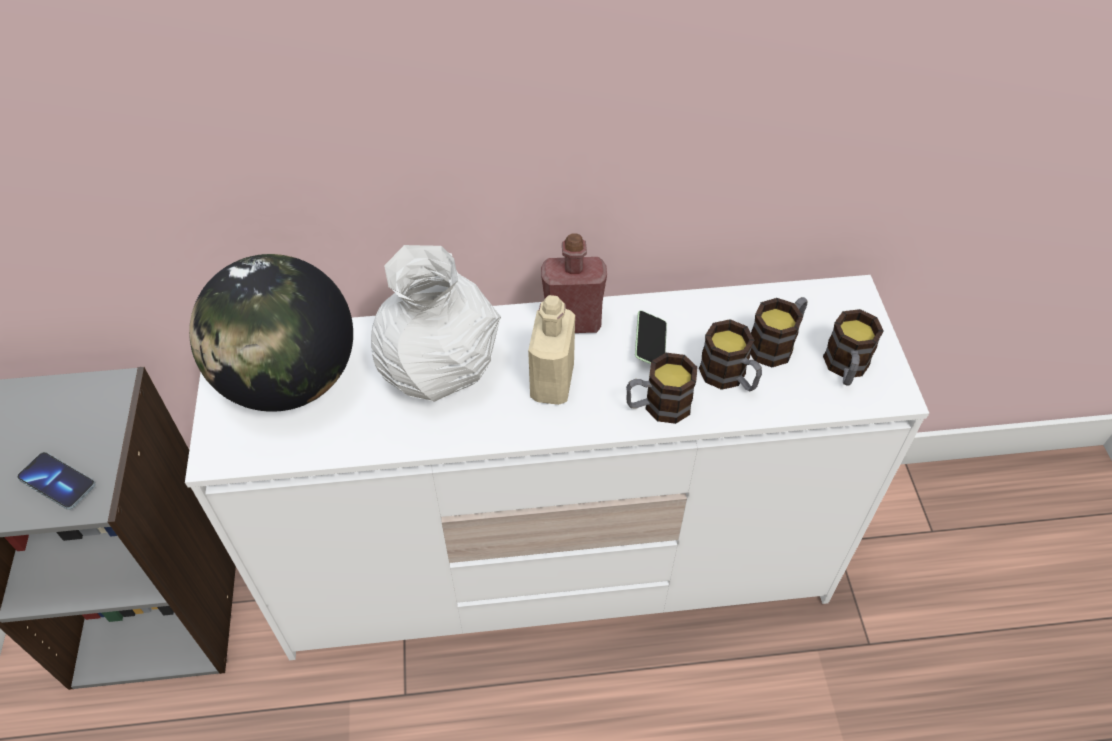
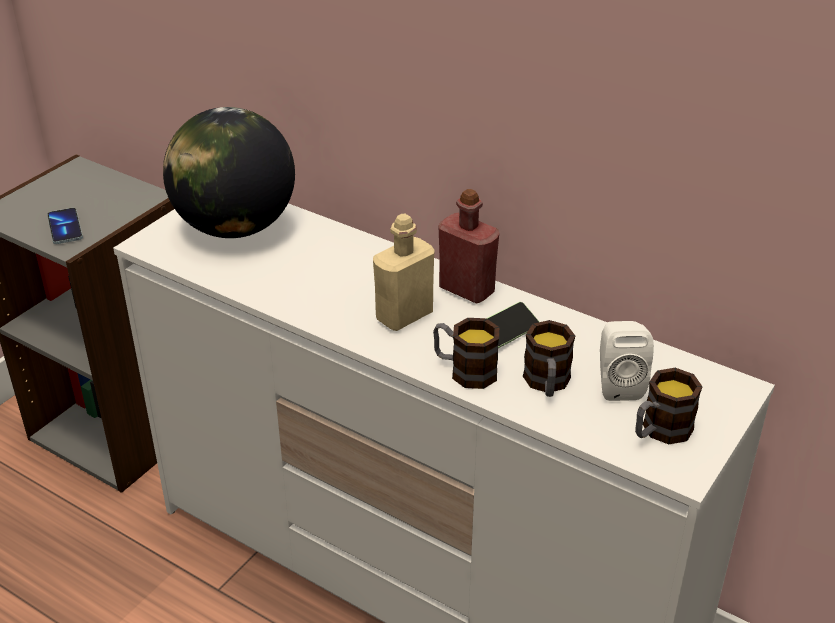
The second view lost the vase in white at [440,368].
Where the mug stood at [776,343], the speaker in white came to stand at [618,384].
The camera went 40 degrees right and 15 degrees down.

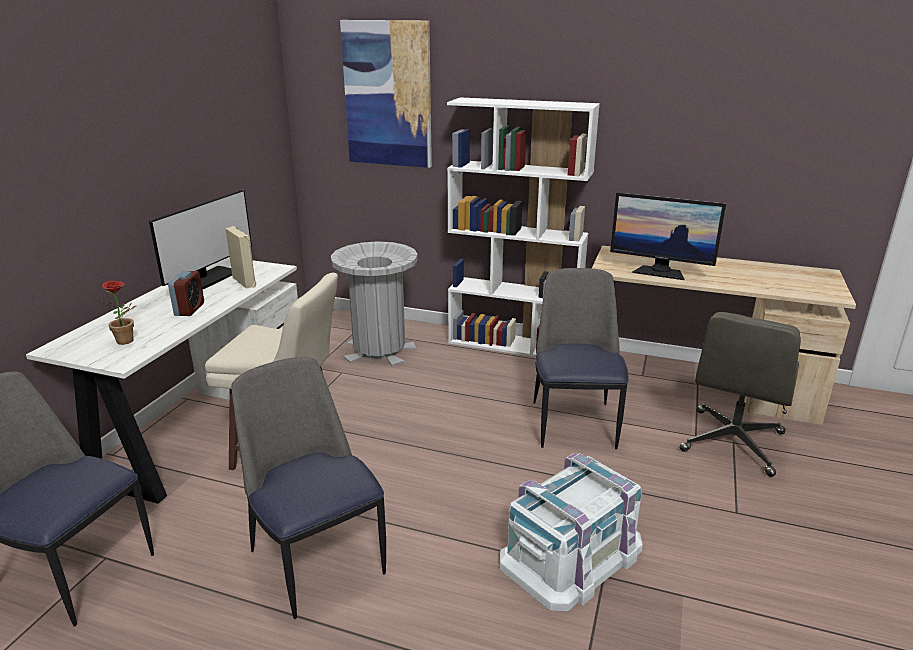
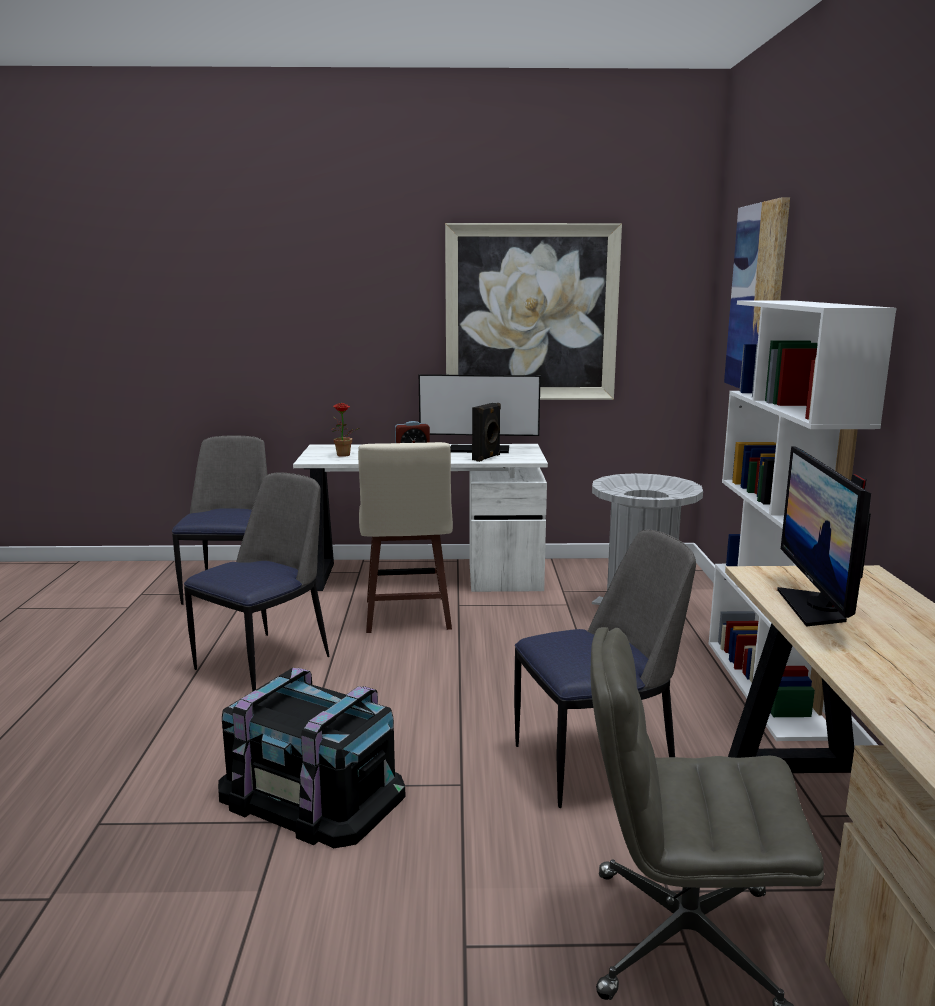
What was the speaker in beige at [245,282] turned into the speaker in black at [487,457].
What was the storage box in white at [570,554] turned into the storage box in black at [312,793].
The second view gained the picture at [531,313].
The camera went 70 degrees right and 10 degrees down.

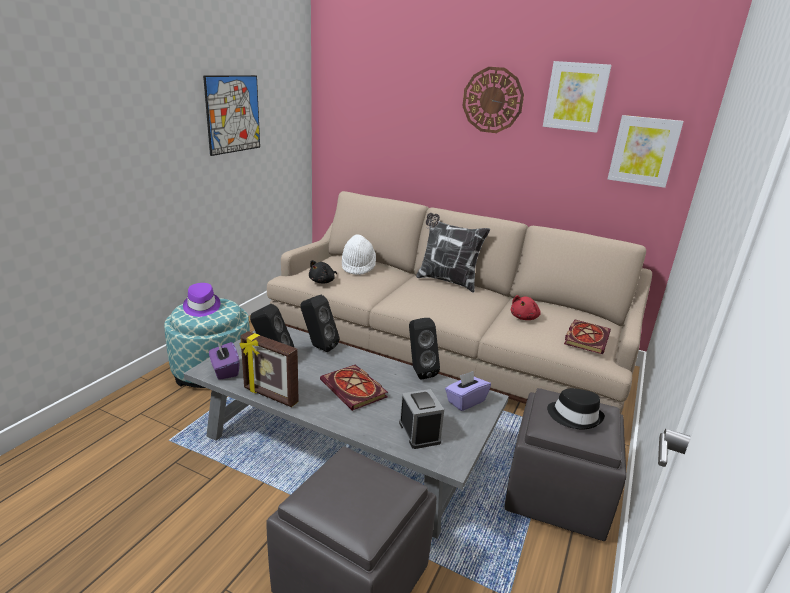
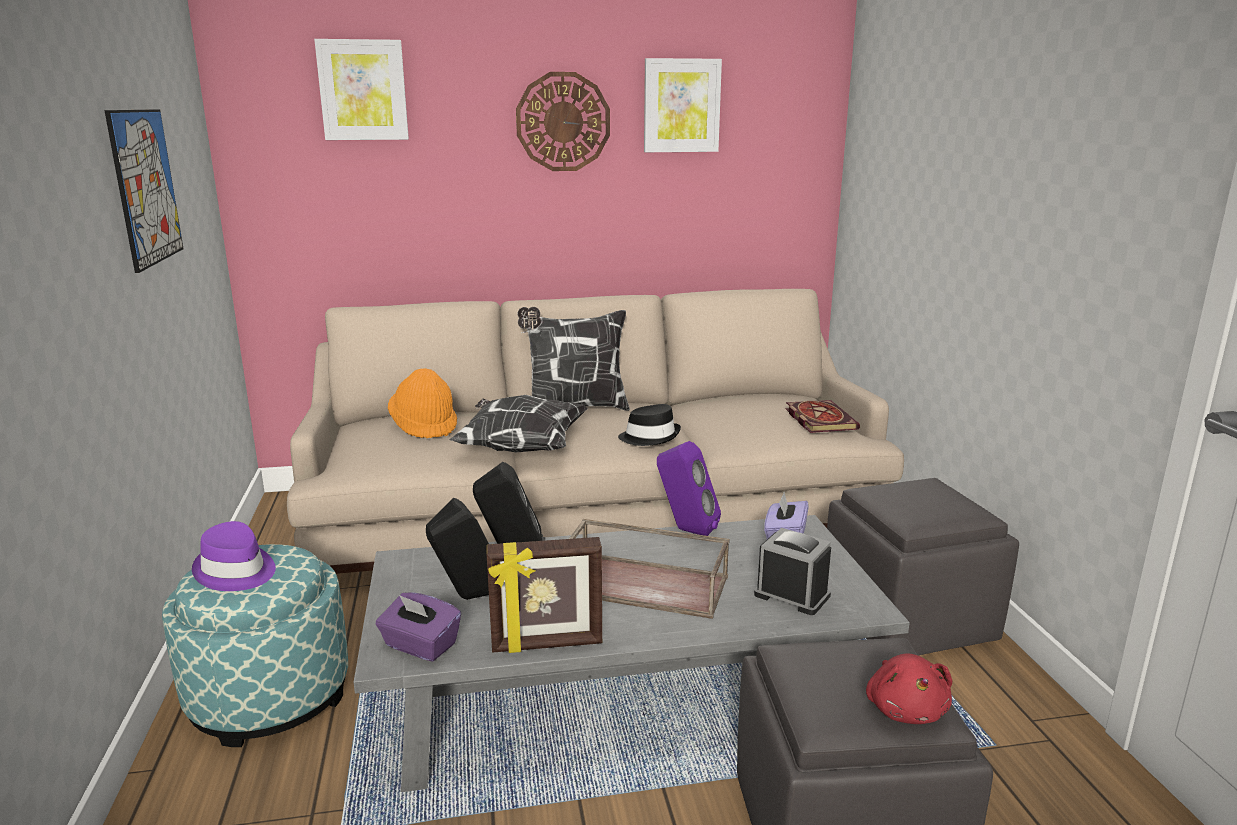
The second view lost the plush toy in black at [323,281].
Where the book stood at [355,389], the tray in brown came to stand at [646,584].
What was the hat in white at [358,267] turned into the hat in orange at [425,426].
What was the speaker in black at [419,371] turned into the speaker in purple at [685,530].
The plush toy in red ended up elsewhere, having gone from [524,317] to [905,709].
The hat in black ended up elsewhere, having gone from [574,416] to [650,437].
The picture ended up elsewhere, having gone from [643,151] to [363,90].
The second view gained the pillow at [520,448].
The camera went 35 degrees left and 5 degrees down.

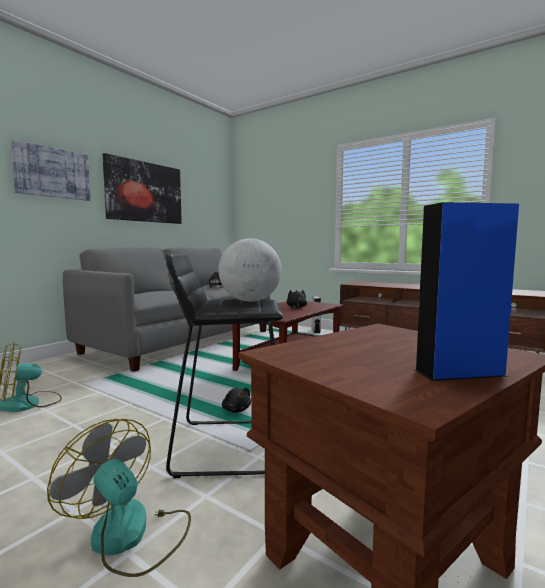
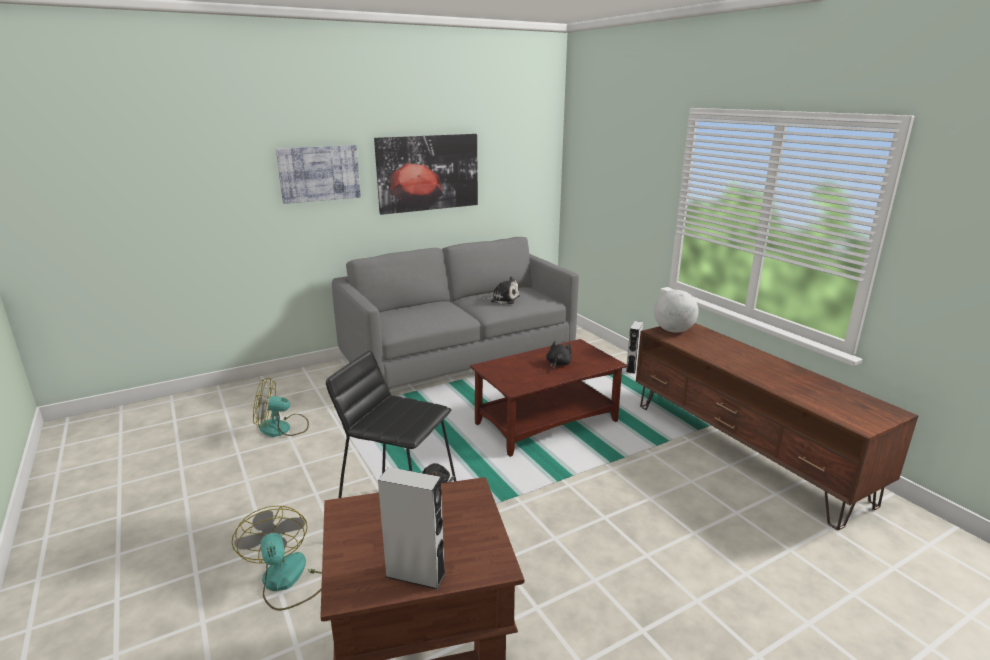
The globe ended up elsewhere, having gone from [250,301] to [673,330].
What was the speaker in blue at [459,373] turned into the speaker in grey at [415,574].
The camera went 25 degrees right and 15 degrees up.

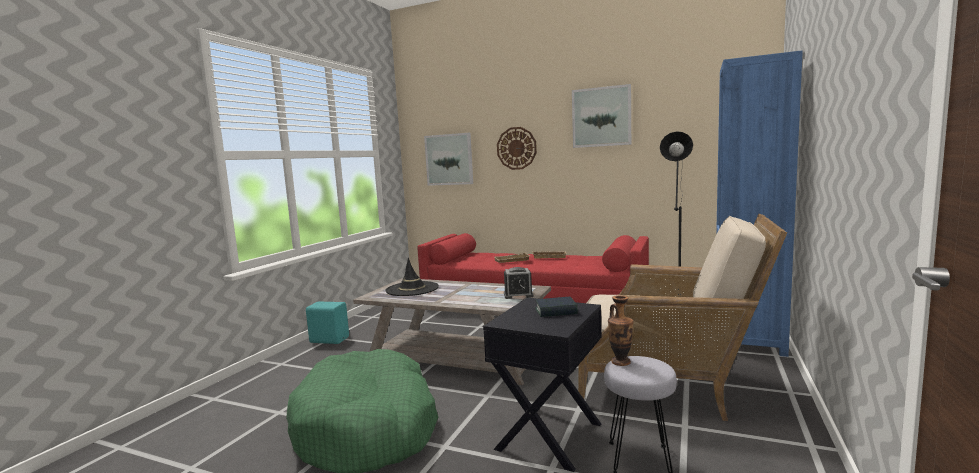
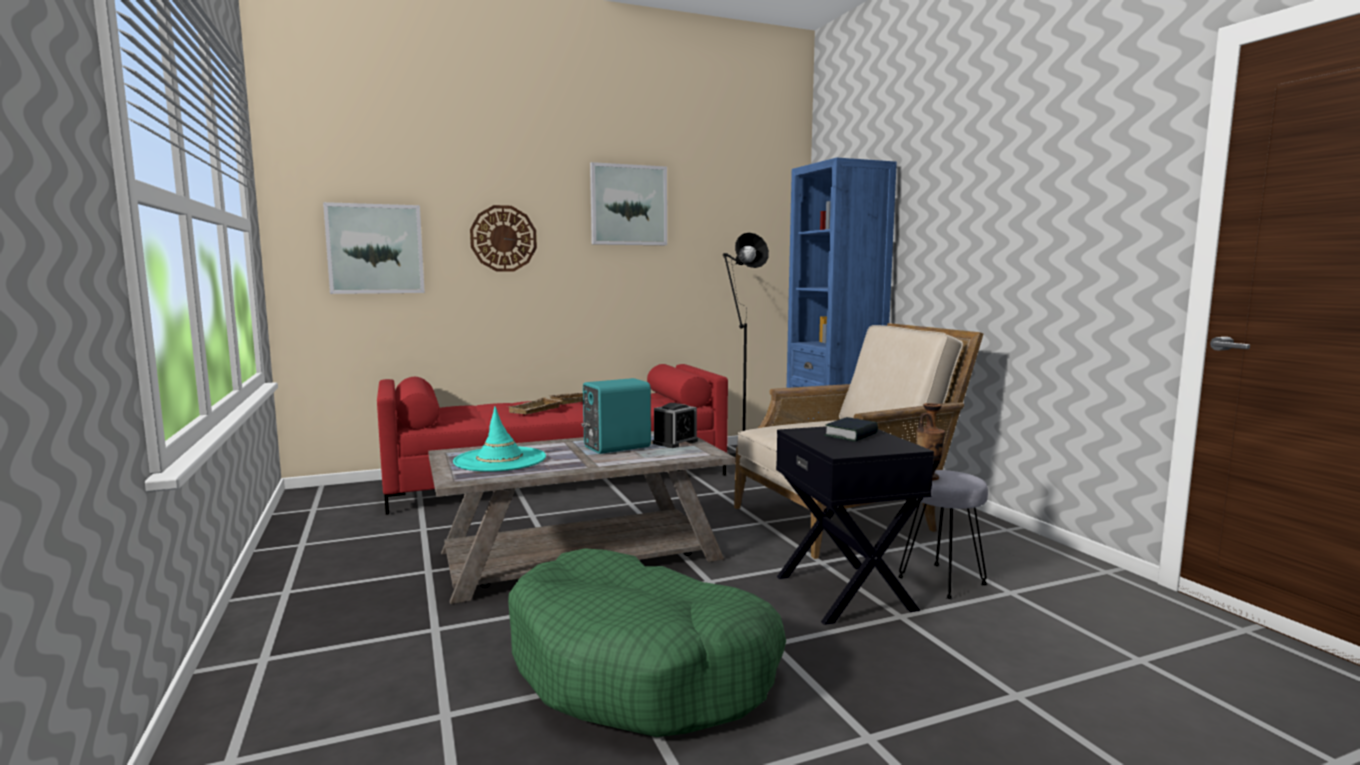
The speaker in turquoise ended up elsewhere, having gone from [329,340] to [615,447].
What was the hat in black at [412,289] turned into the hat in turquoise at [500,460].
The camera went 45 degrees left and 0 degrees up.

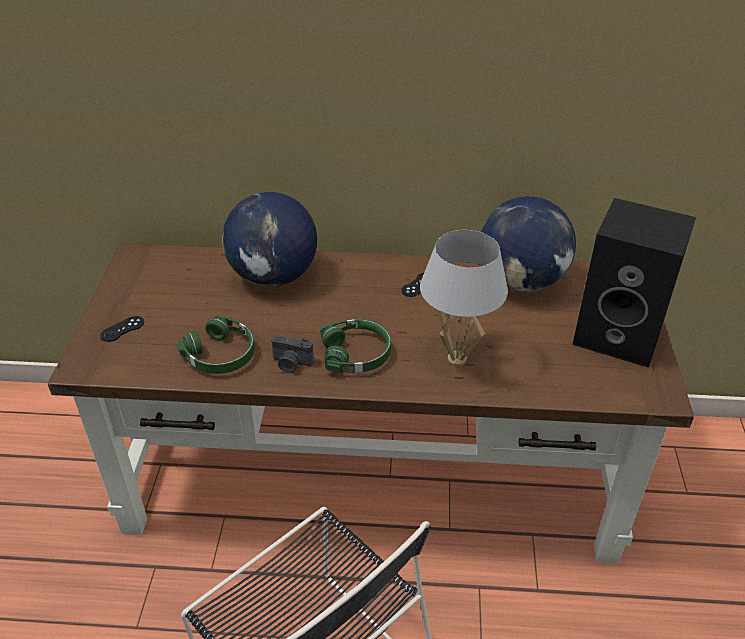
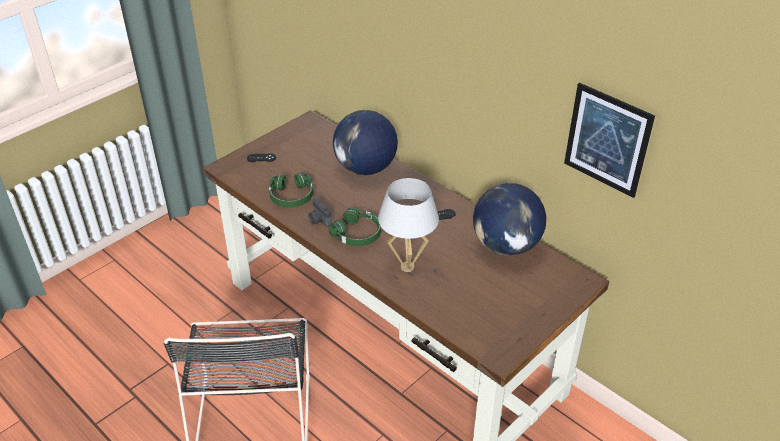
The second view lost the speaker in black at [620,335].
The second view gained the picture at [607,140].
The camera went 40 degrees right and 0 degrees up.

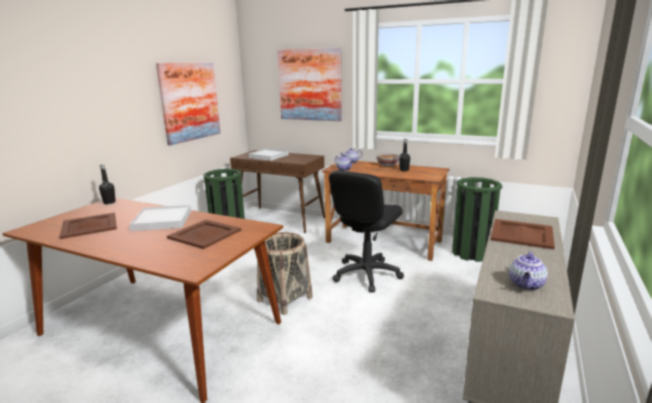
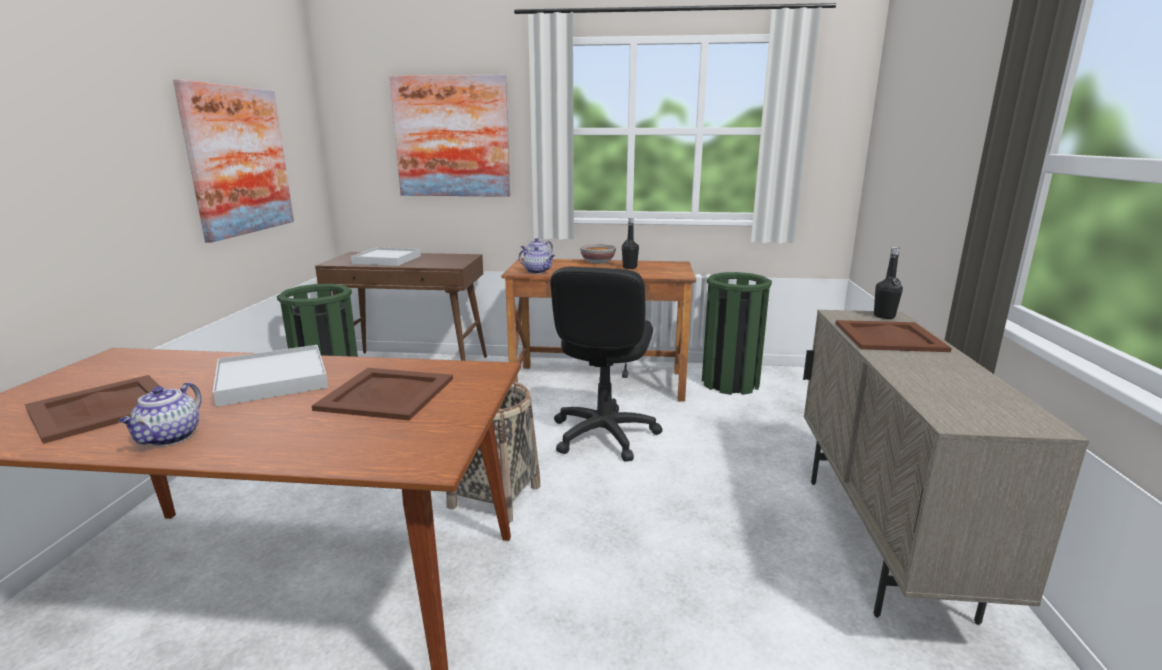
The bottle in black ended up elsewhere, having gone from [109,202] to [884,316].
The teapot ended up elsewhere, having gone from [526,285] to [169,438].
The camera went 20 degrees left and 0 degrees up.

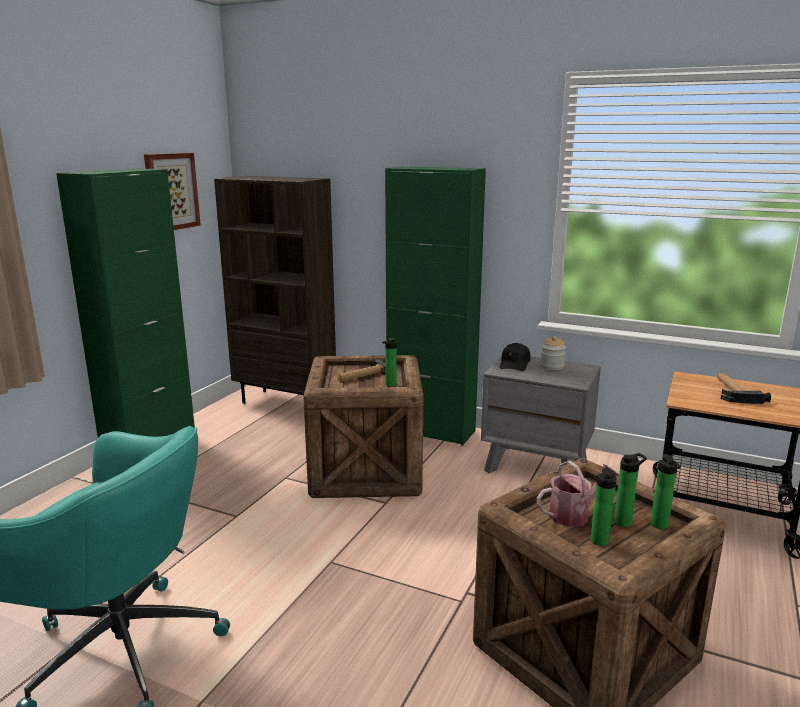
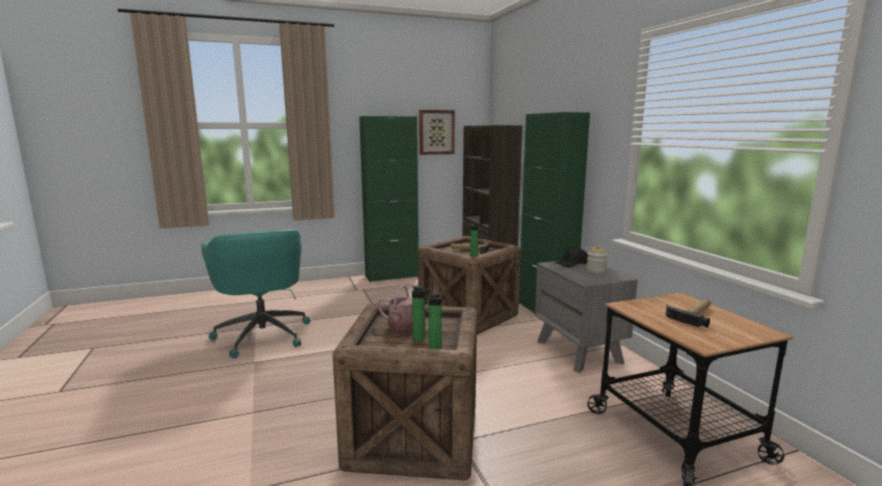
The second view lost the bottle at [600,542].
The camera went 45 degrees right and 5 degrees down.

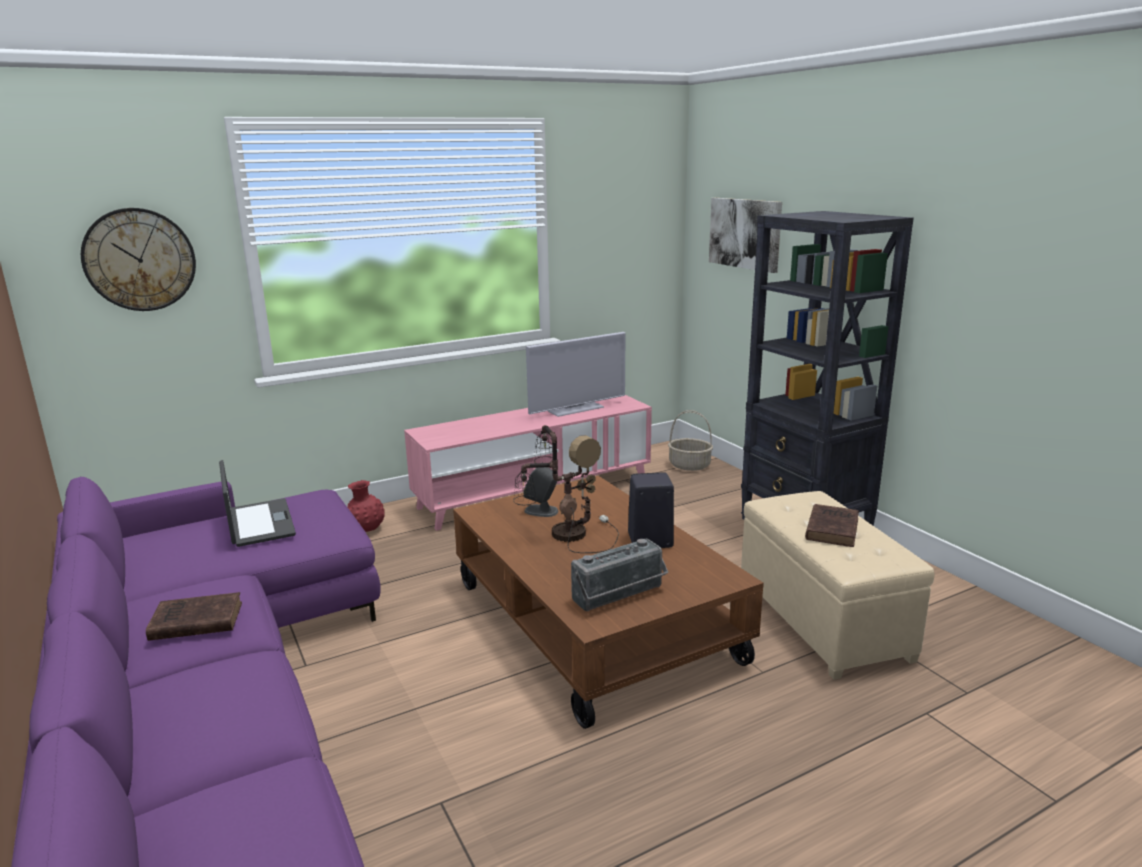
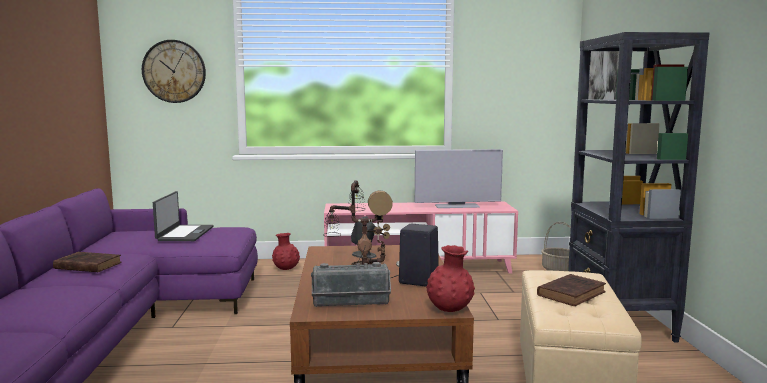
The second view gained the vase in red at [450,310].
The camera went 25 degrees right and 10 degrees down.

